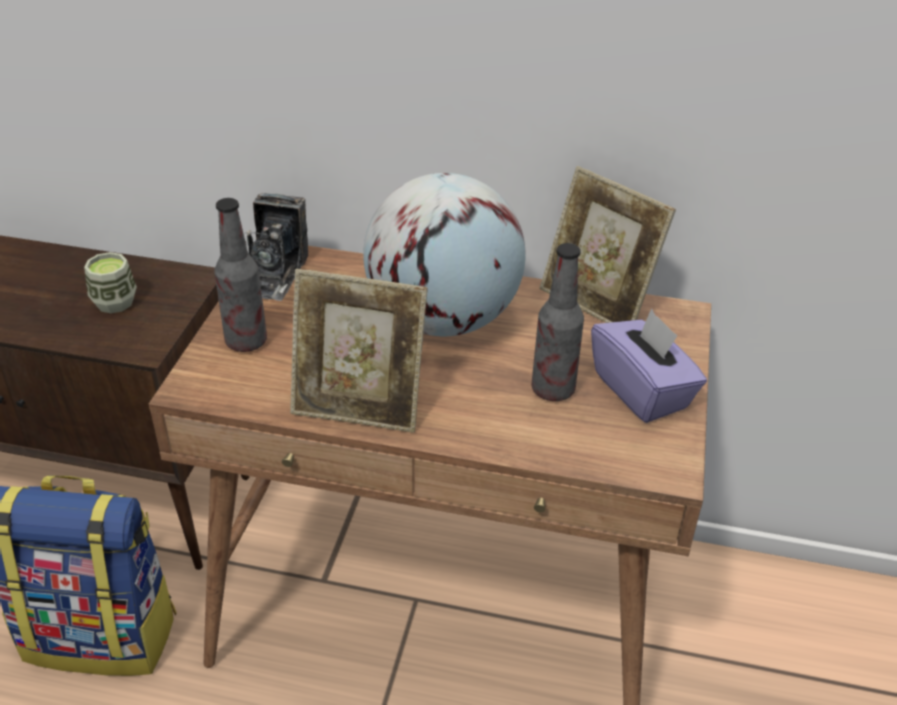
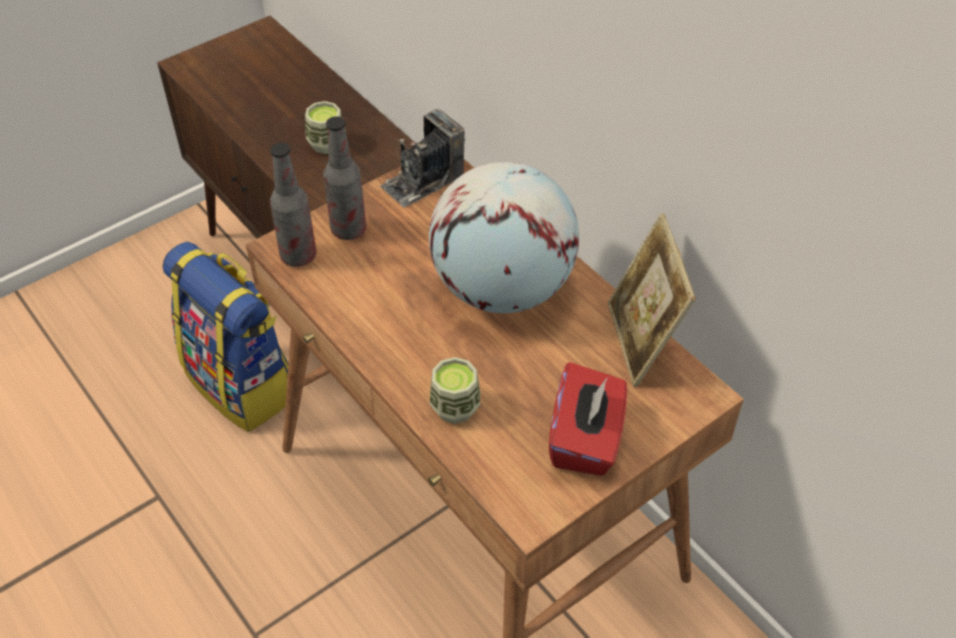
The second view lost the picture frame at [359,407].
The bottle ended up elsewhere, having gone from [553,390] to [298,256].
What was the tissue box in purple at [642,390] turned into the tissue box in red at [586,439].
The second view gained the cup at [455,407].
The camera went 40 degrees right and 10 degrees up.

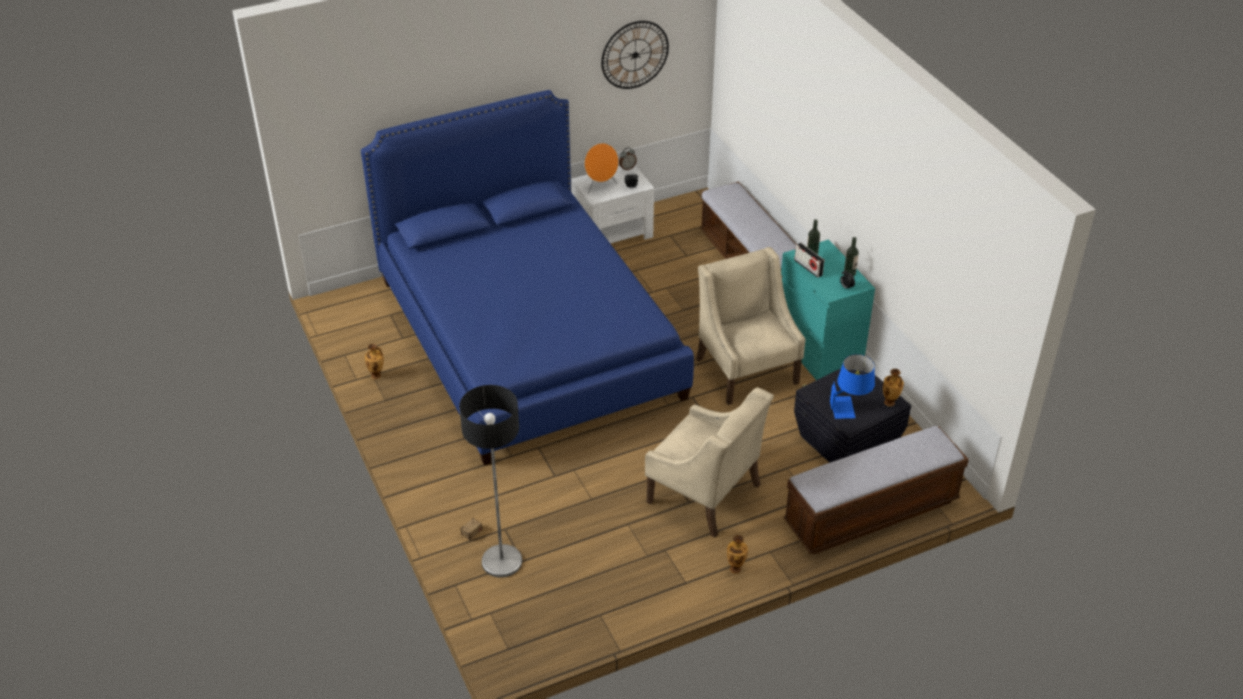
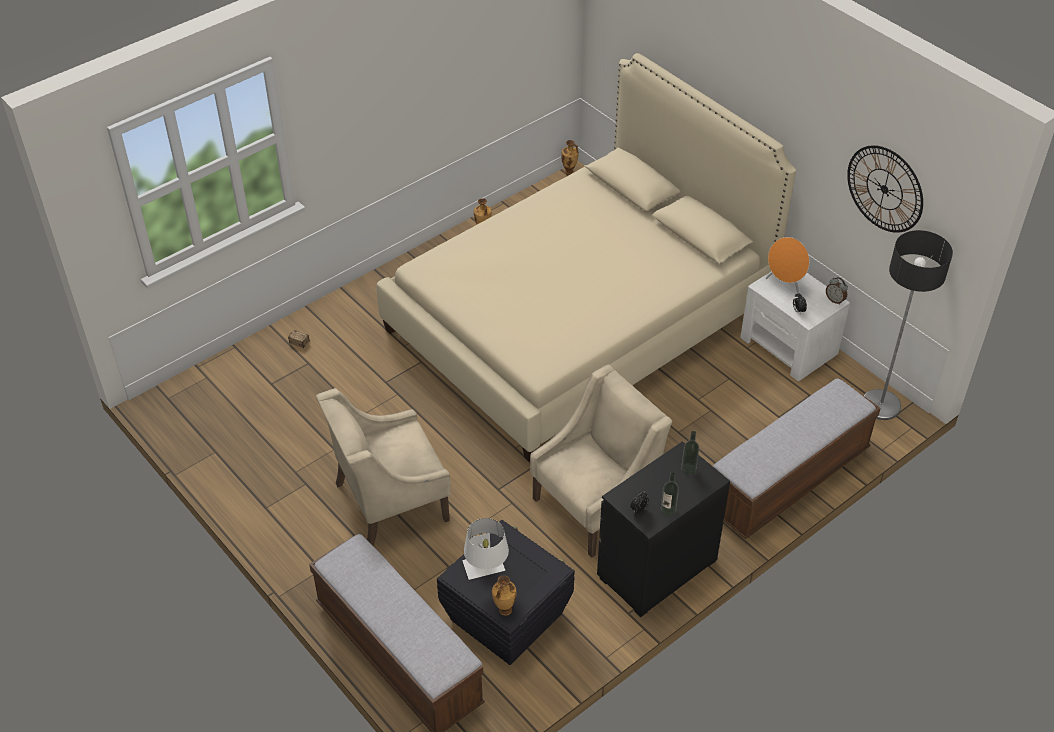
What was the bed in blue at [528,338] turned into the bed in beige at [578,318].
The floor lamp ended up elsewhere, having gone from [502,561] to [881,405].
The armchair in beige at [705,494] ended up facing another way, 45 degrees clockwise from before.
The vase ended up elsewhere, having gone from [736,568] to [569,172].
What was the dresser in turquoise at [818,351] turned into the dresser in black at [656,569].
The second view lost the radio at [808,268].
What was the table lamp in blue at [849,407] turned into the table lamp in white at [486,572].
The camera went 75 degrees right and 5 degrees up.

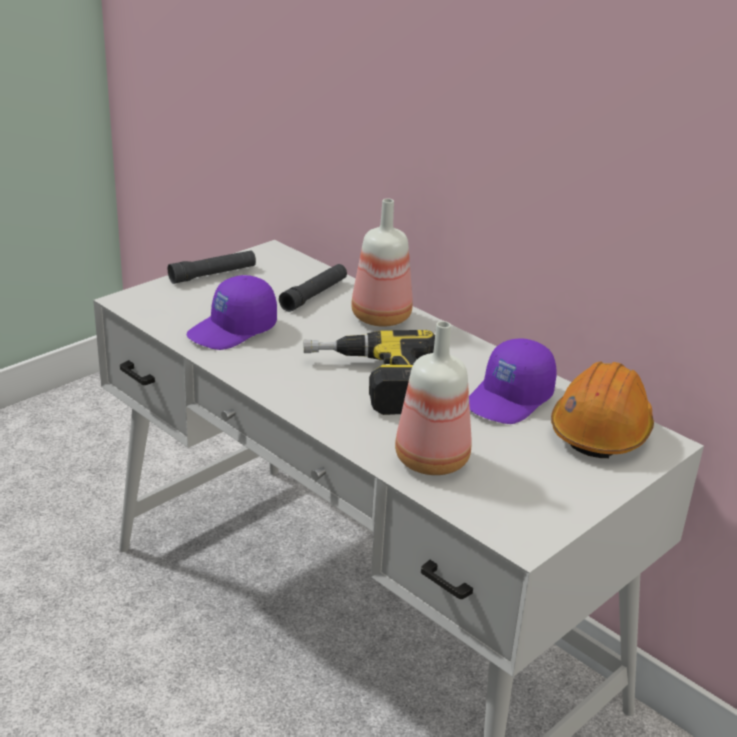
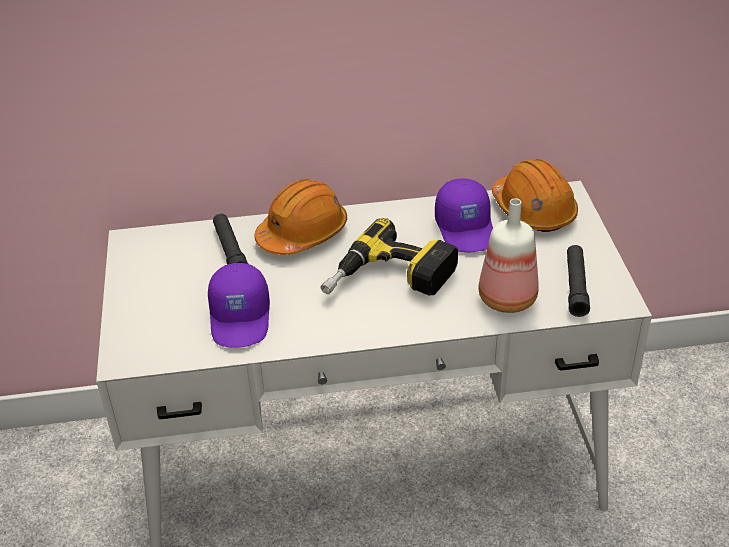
The flashlight in black ended up elsewhere, having gone from [213,274] to [576,286].
Where the bottle stood at [382,318], the hard hat in orange came to stand at [302,233].
The camera went 50 degrees left and 10 degrees up.

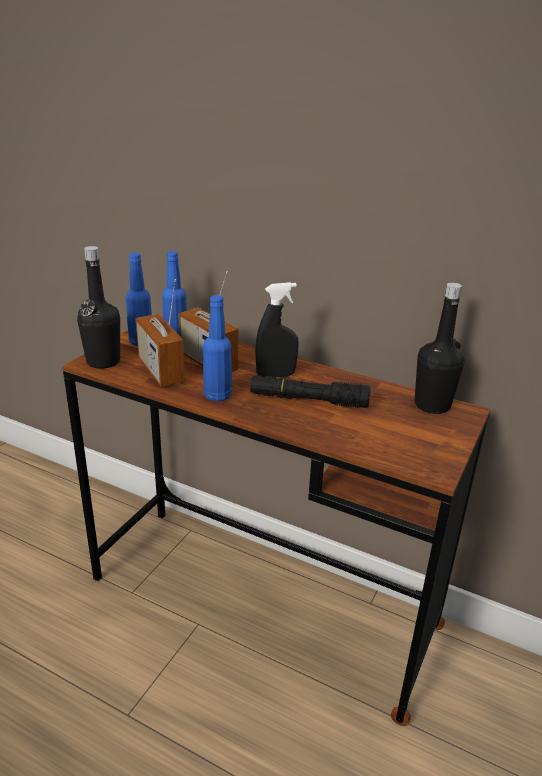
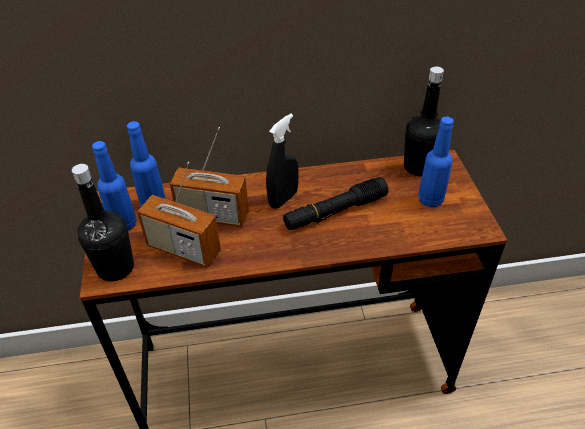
The bottle in blue ended up elsewhere, having gone from [218,396] to [430,200].
The camera went 35 degrees left and 15 degrees up.

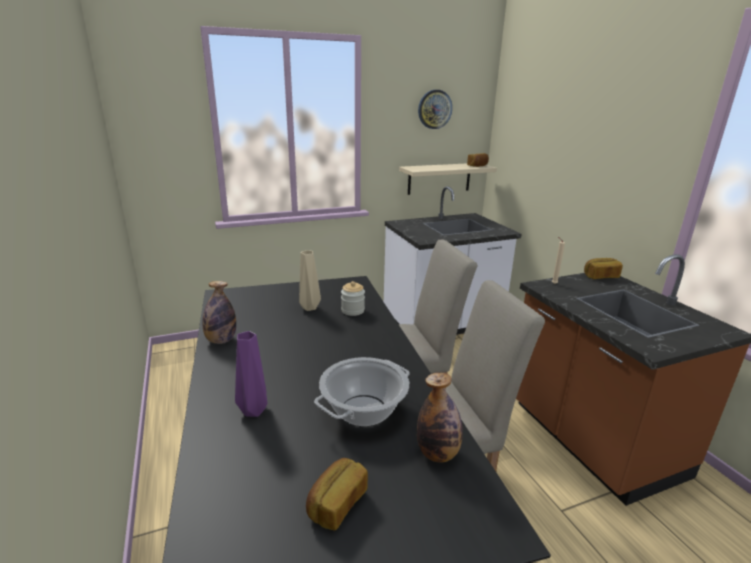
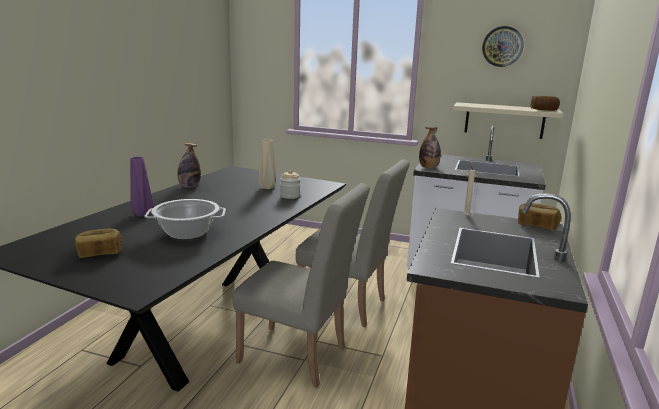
The bottle ended up elsewhere, having gone from [438,453] to [428,168].
The camera went 40 degrees right and 5 degrees down.

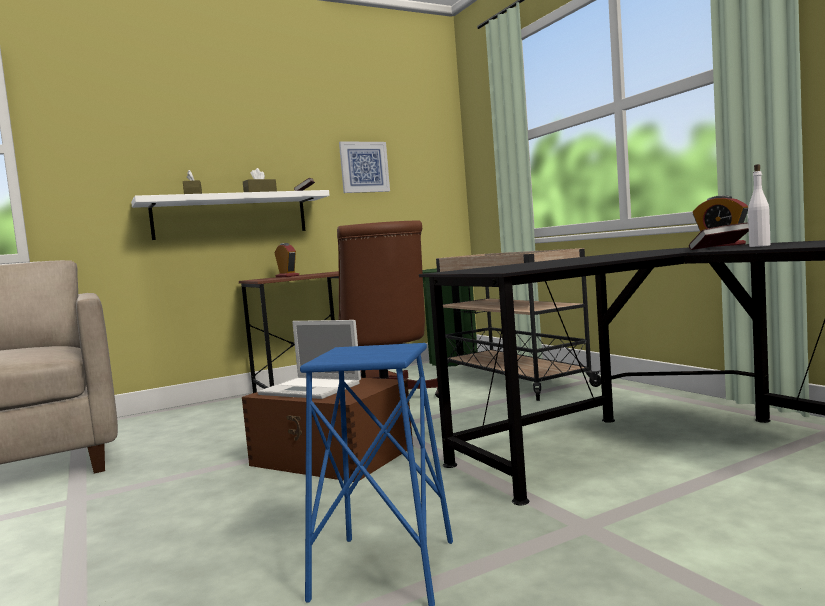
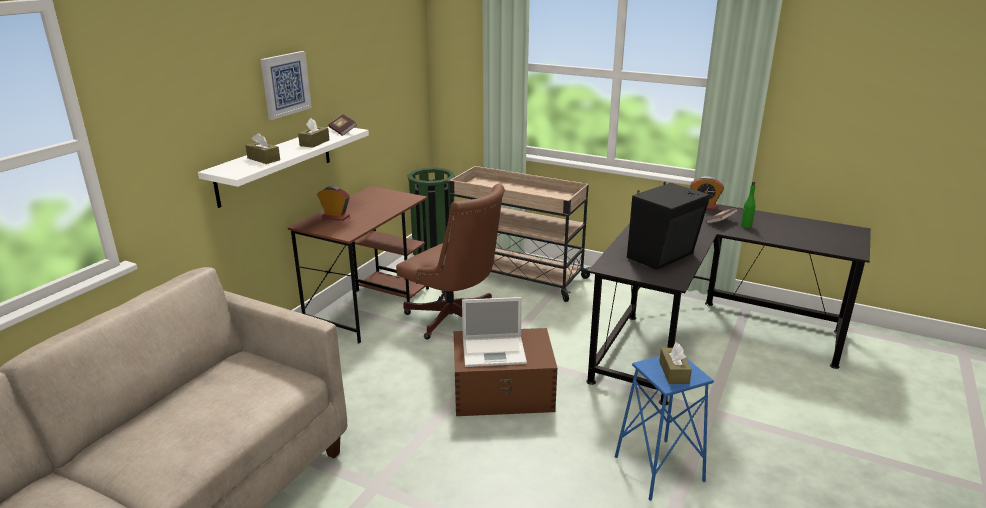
The picture ended up elsewhere, having gone from [364,167] to [285,84].
What was the bottle in white at [759,246] turned into the bottle in green at [746,226].
The second view gained the speaker in black at [663,256].
The second view gained the tissue box in brown at [674,372].
The camera went 35 degrees left and 20 degrees up.

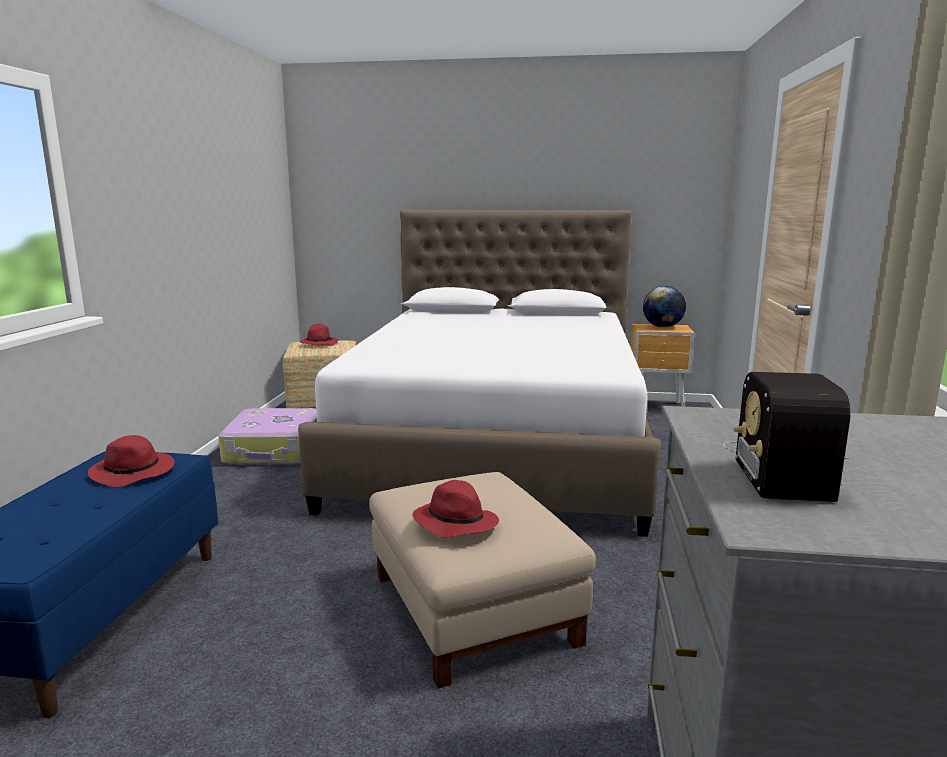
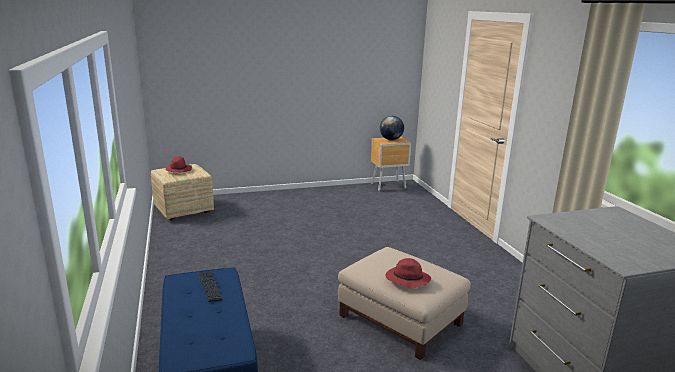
Where the hat in red stood at [134,473], the keyboard came to stand at [209,287].
The second view lost the suitcase at [275,450].
The second view lost the bed in white at [497,445].
The second view lost the radio at [780,466].
The camera went 25 degrees left and 5 degrees up.

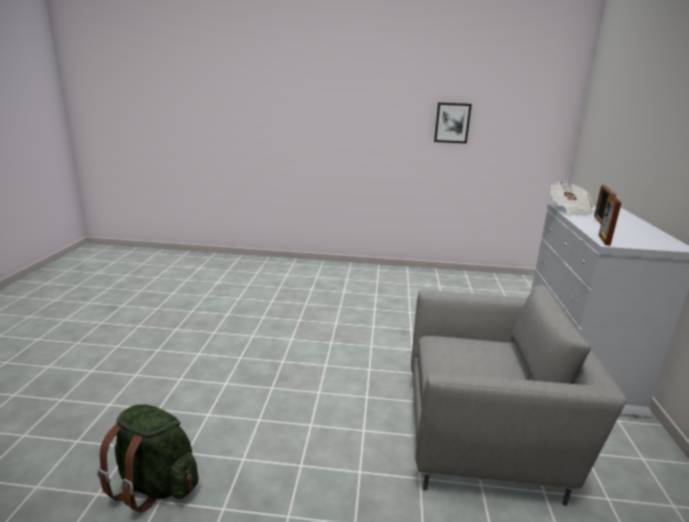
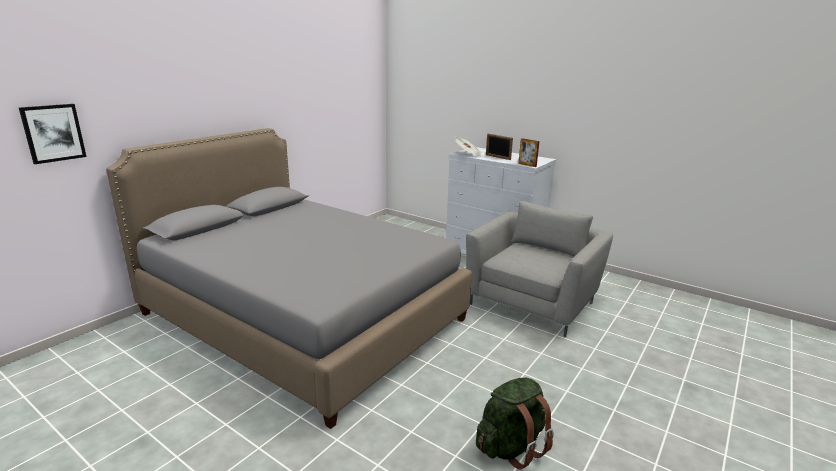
The picture ended up elsewhere, having gone from [452,123] to [53,133].
The second view gained the bed in grey at [303,317].
The camera went 60 degrees left and 0 degrees up.

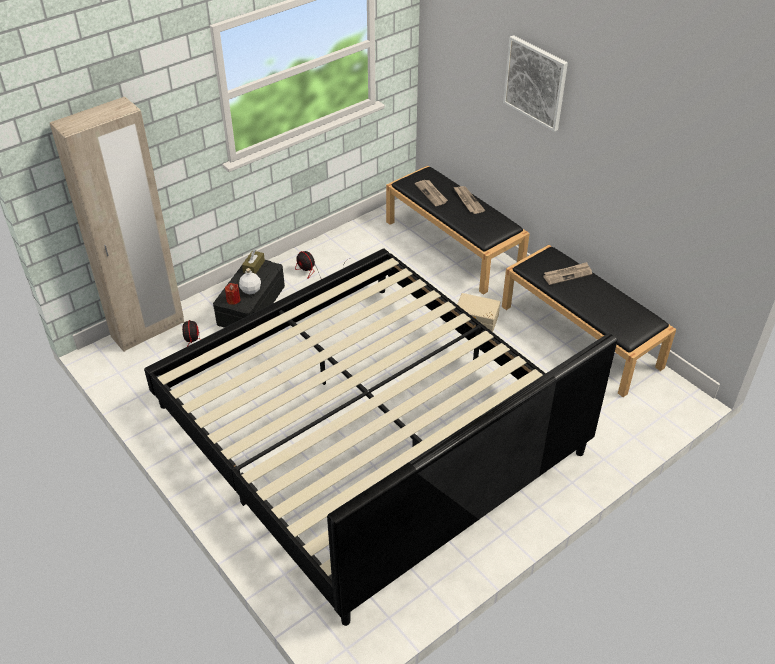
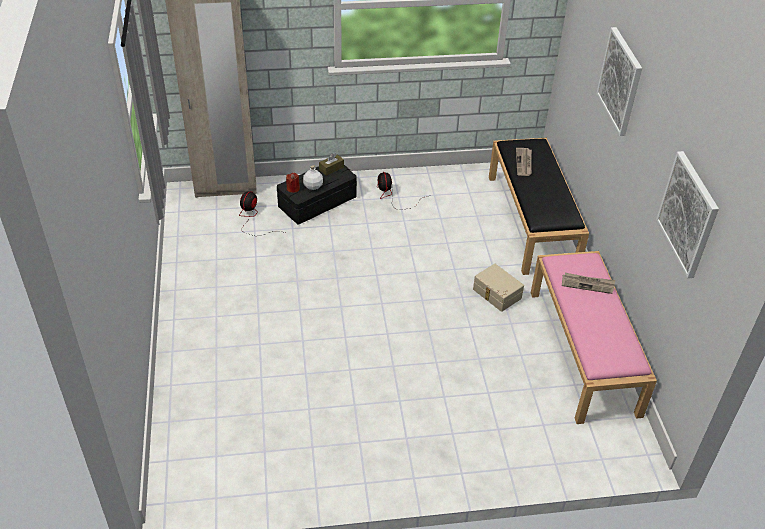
The second view lost the bed at [367,430].
The second view lost the newspaper at [467,201].
What was the bench in black at [581,336] turned into the bench in pink at [584,352].
The second view gained the picture at [688,214].
The camera went 30 degrees right and 0 degrees up.

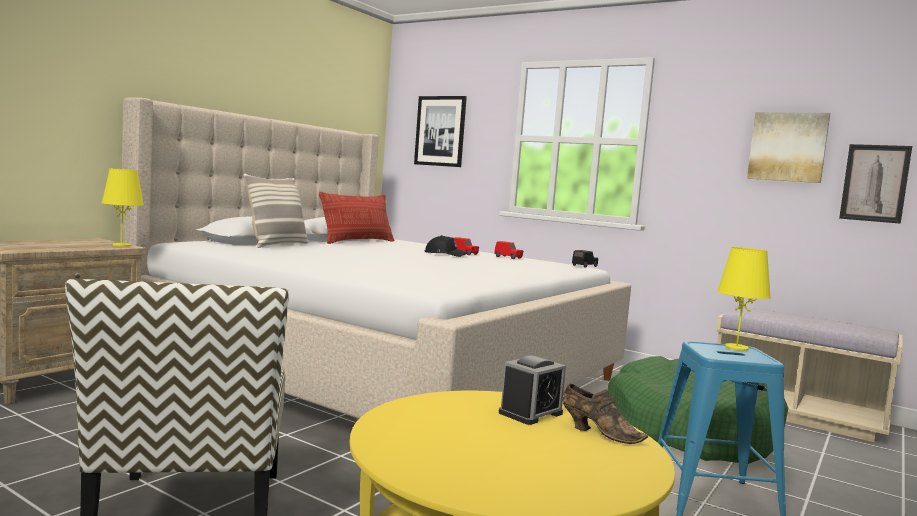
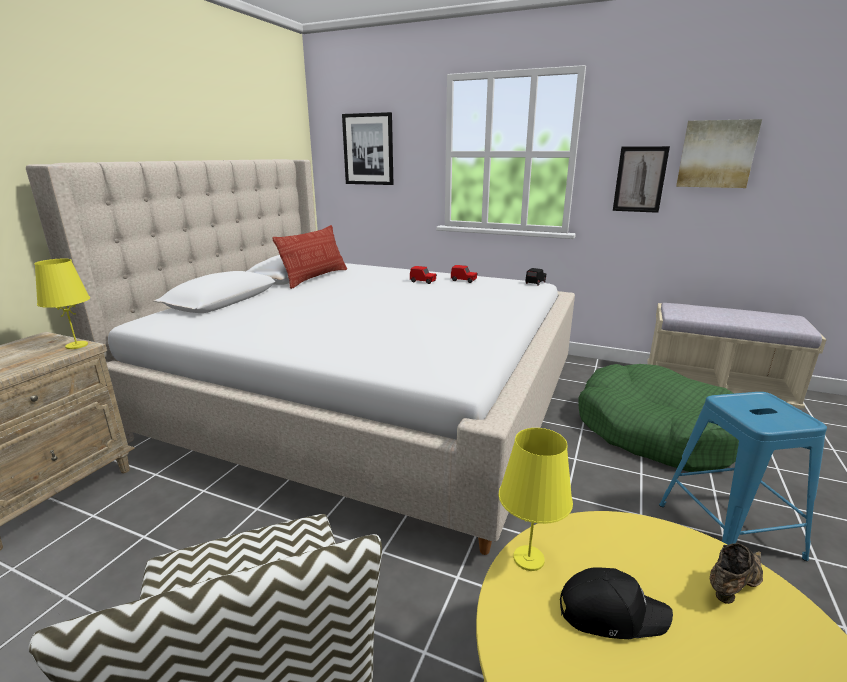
The second view lost the pillow at [277,245].
The cap in black ended up elsewhere, having gone from [444,254] to [610,612].
The second view lost the alarm clock at [530,413].
The shoe in brown at [598,433] ended up facing another way, 60 degrees counterclockwise from before.
The table lamp in yellow ended up elsewhere, having gone from [736,347] to [528,558].
The picture ended up elsewhere, having gone from [874,183] to [640,179].
The camera went 10 degrees left and 15 degrees up.

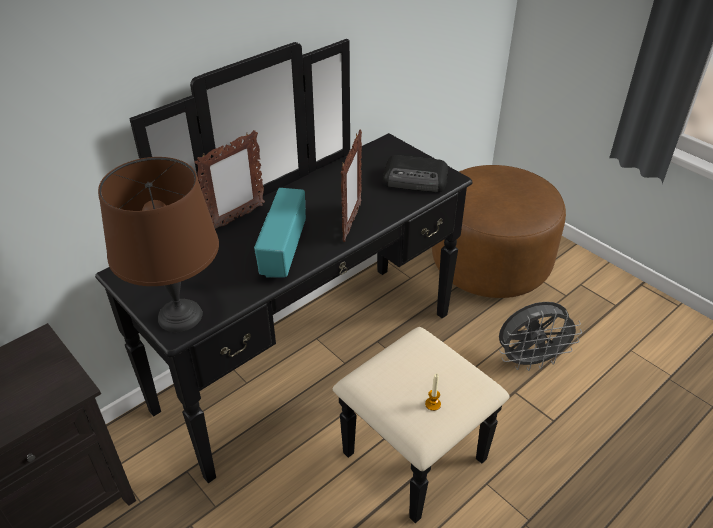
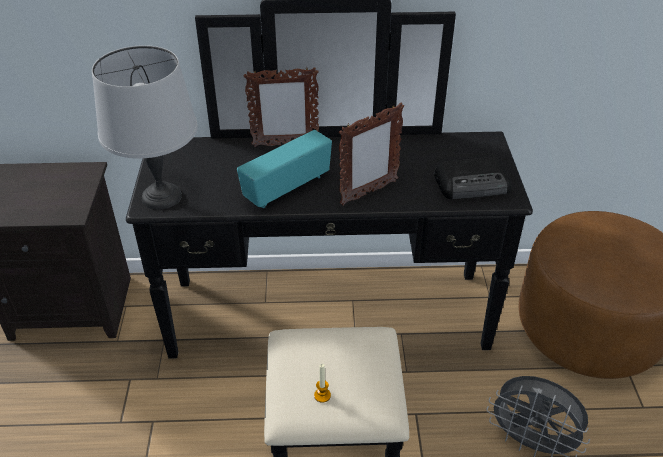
What was the table lamp in brown at [179,316] turned into the table lamp in grey at [161,196].
The radio at [416,180] ended up facing another way, 60 degrees counterclockwise from before.
The camera went 40 degrees right and 0 degrees up.

